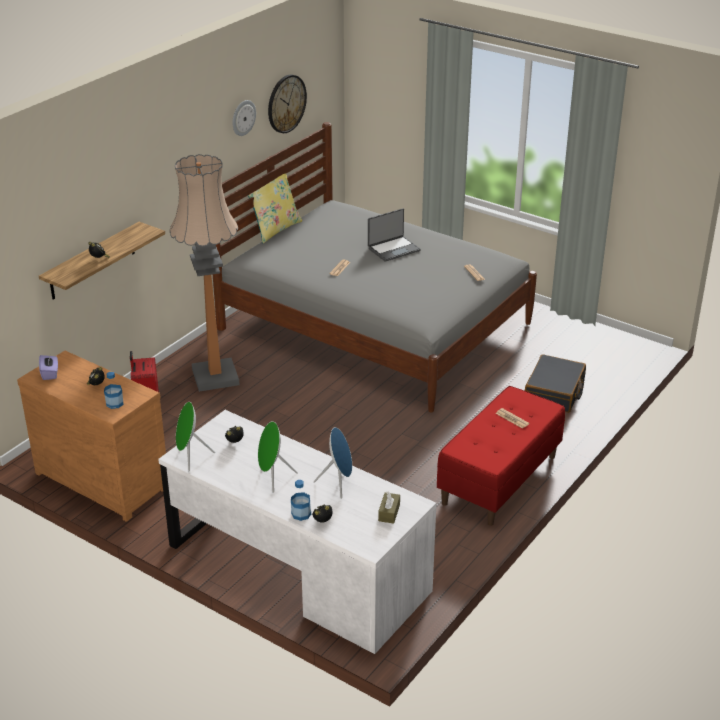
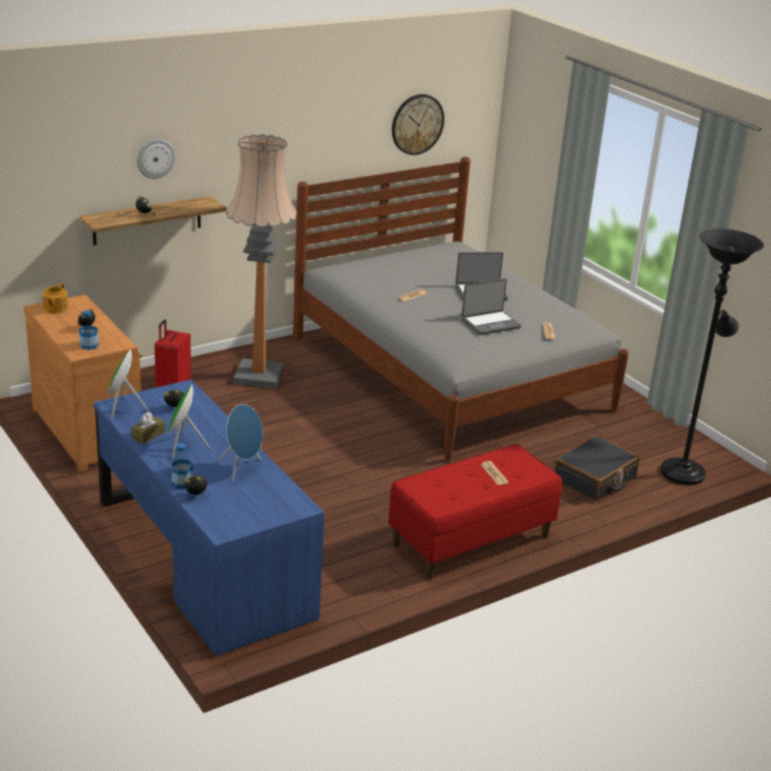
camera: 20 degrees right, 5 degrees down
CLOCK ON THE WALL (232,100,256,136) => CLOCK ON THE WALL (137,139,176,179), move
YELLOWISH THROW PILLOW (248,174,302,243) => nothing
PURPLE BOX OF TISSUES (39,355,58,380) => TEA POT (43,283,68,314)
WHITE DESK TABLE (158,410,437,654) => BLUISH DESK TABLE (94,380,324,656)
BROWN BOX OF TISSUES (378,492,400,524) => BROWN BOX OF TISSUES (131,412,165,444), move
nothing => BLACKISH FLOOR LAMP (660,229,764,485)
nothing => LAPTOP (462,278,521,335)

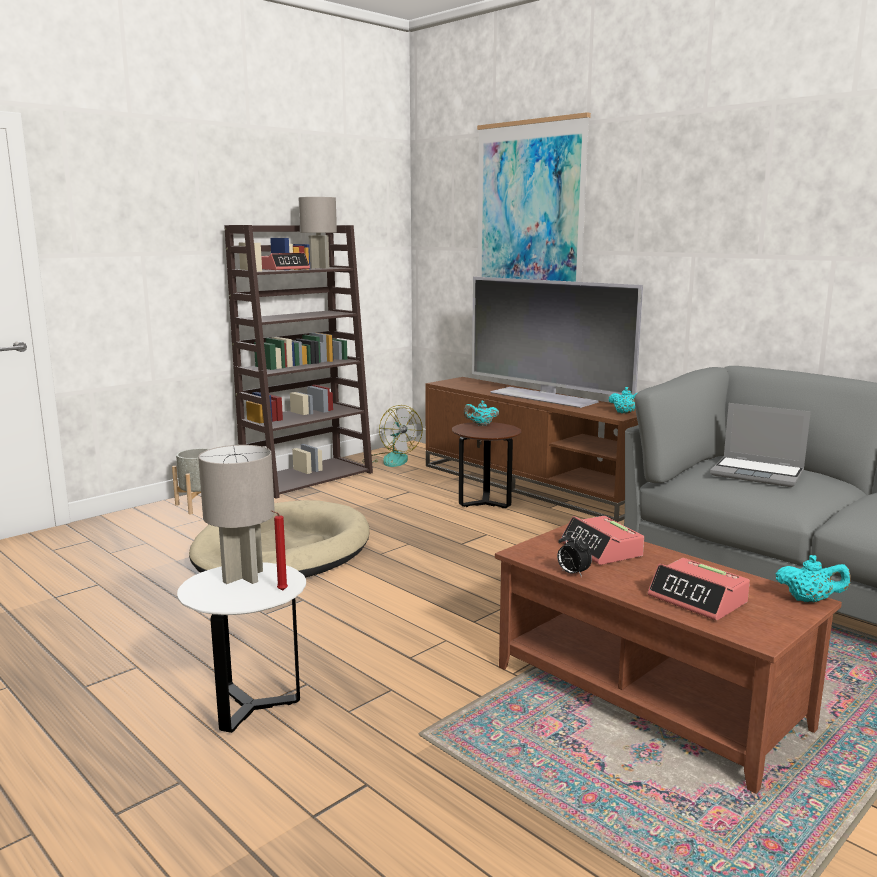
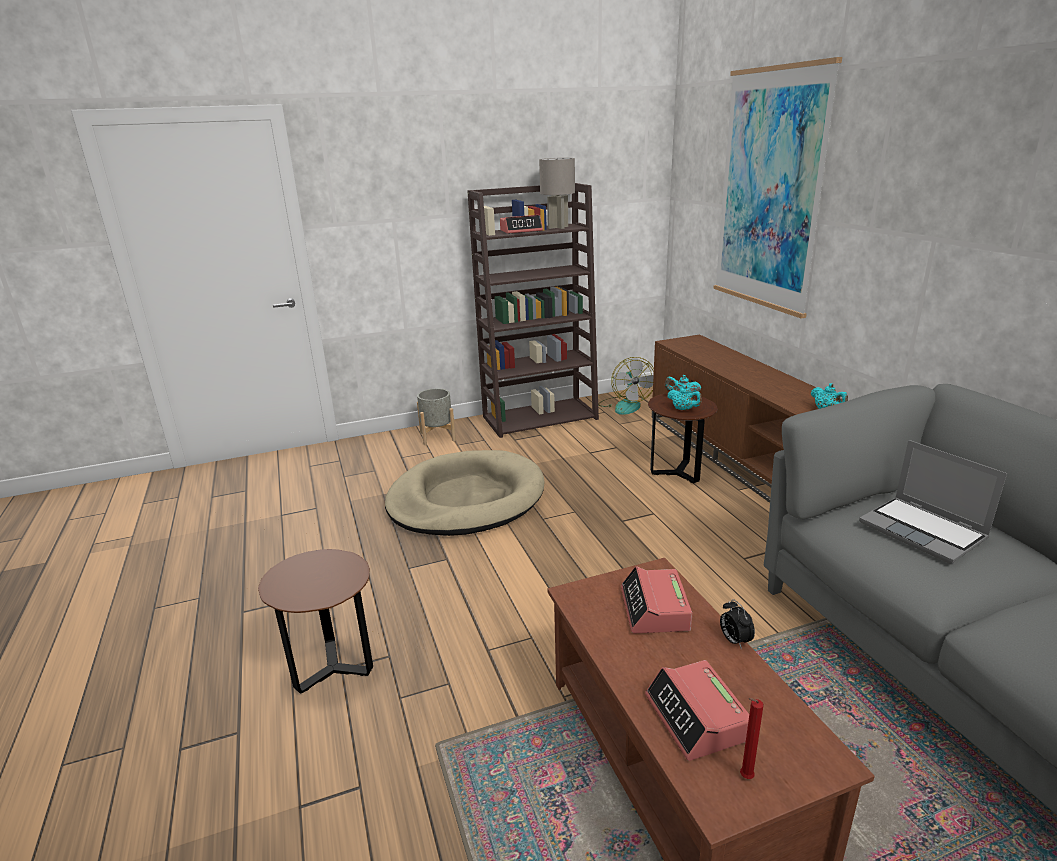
camera: 25 degrees right, 10 degrees up
TELEVISION (472,277,643,408) => nothing
GREYISH TABLE LAMP (198,445,275,584) => nothing
RED CANDLE (271,511,288,591) => RED CANDLE (740,698,764,779), move
ALARM CLOCK (557,531,592,577) => ALARM CLOCK (720,599,755,649), move
TURQUOISE-COLOURED TEA POT (776,555,851,603) => TURQUOISE-COLOURED TEA POT (668,385,702,411), move
WHITE END TABLE (177,562,306,733) => BROWN END TABLE (258,549,373,693)

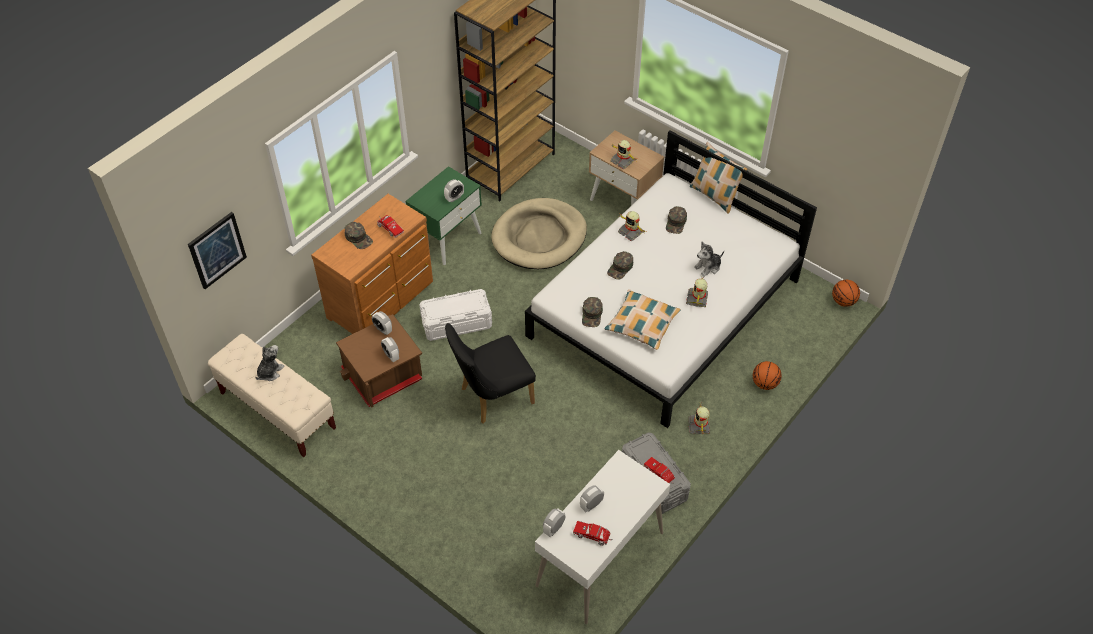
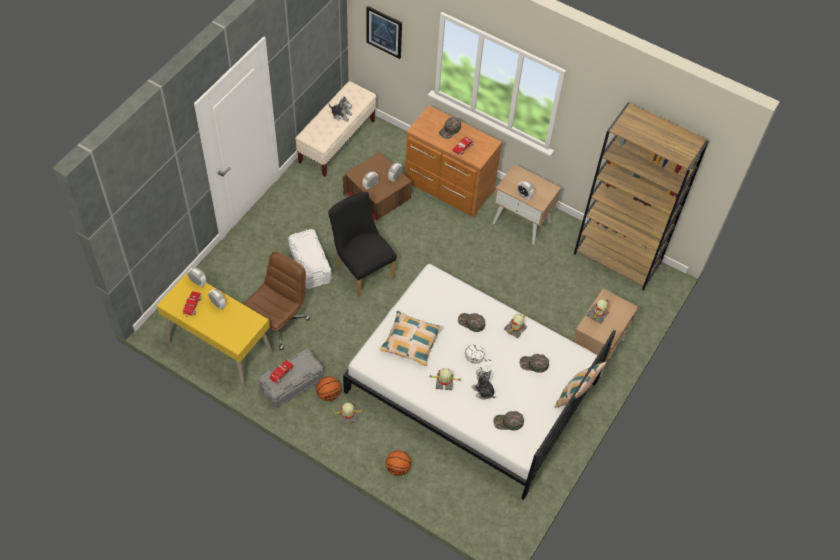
camera: 80 degrees right, 5 degrees up
GREEN NIGHTSTAND (406,166,482,265) => SAND-COLOURED NIGHTSTAND (493,164,561,245)
SAND-COLOURED DOG CUSHION (491,198,587,269) => nothing
BASKETBALL (832,280,860,307) => BASKETBALL (316,376,341,401), move
WHITE STORAGE CONTAINER (419,289,492,341) => WHITE STORAGE CONTAINER (288,229,332,289), move
GREEN CAP (582,297,603,327) => GREEN CAP (493,411,524,430), move
WHITE DESK TABLE (535,450,670,624) => YELLOWISH DESK TABLE (157,273,274,392)
nothing => BROWN DESK CHAIR (243,252,310,350)
nothing => WHITE CAP (465,344,491,370)

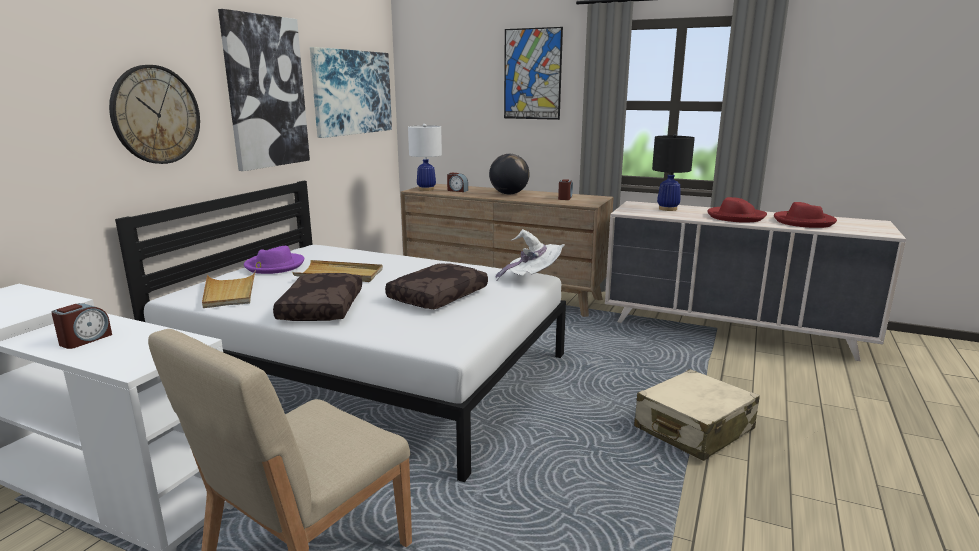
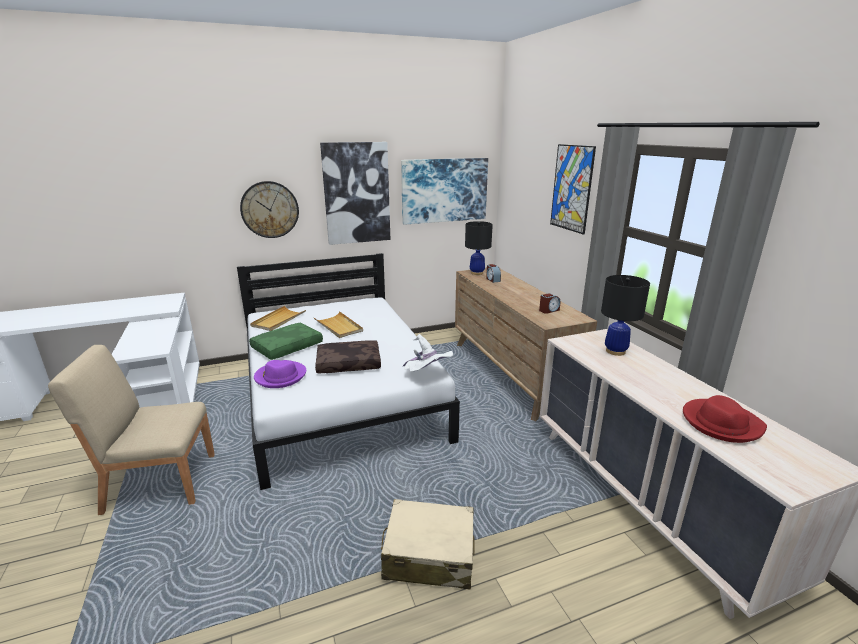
camera: 45 degrees right, 5 degrees up
WHITE TABLE LAMP (408,124,442,191) => BLACKISH TABLE LAMP (465,221,493,275)
WORLD GLOBE (489,154,530,194) => nothing
RED HAT (707,197,767,223) => nothing
PURPLE HAT (244,246,304,274) => PURPLE HAT (254,360,306,388), move
BROWN THROW PILLOW (273,273,362,321) => GREEN THROW PILLOW (249,323,323,360)
ALARM CLOCK (51,303,112,349) => nothing

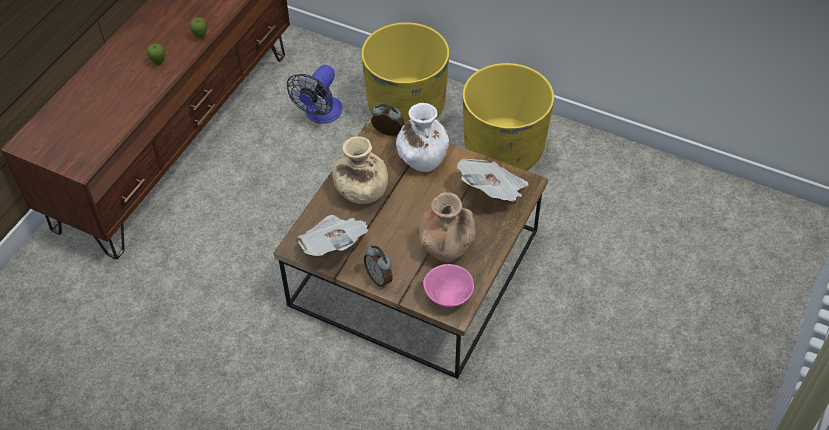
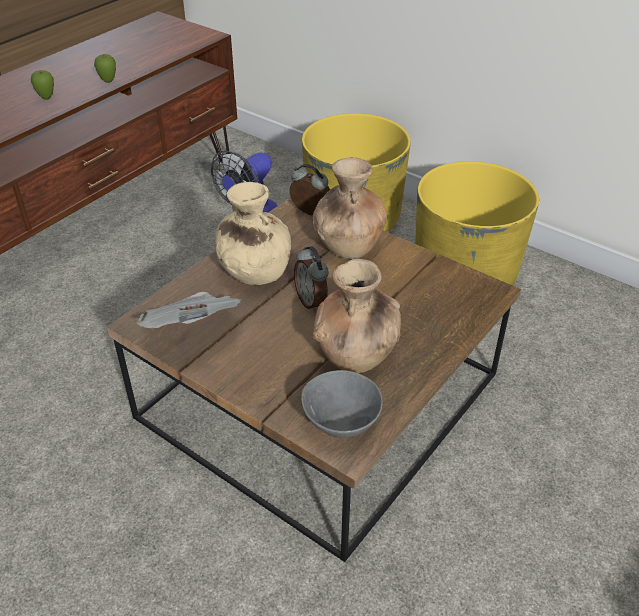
camera: 10 degrees right, 10 degrees down
WHITE VASE (396,103,449,172) => BROWN VASE (313,157,387,259)
DAILY PAPER (457,159,528,202) => nothing
ALARM CLOCK (364,245,393,288) => ALARM CLOCK (294,246,329,312), move
PINK-COLOURED BOWL (423,264,474,307) => GREYISH BOWL (301,370,383,438)

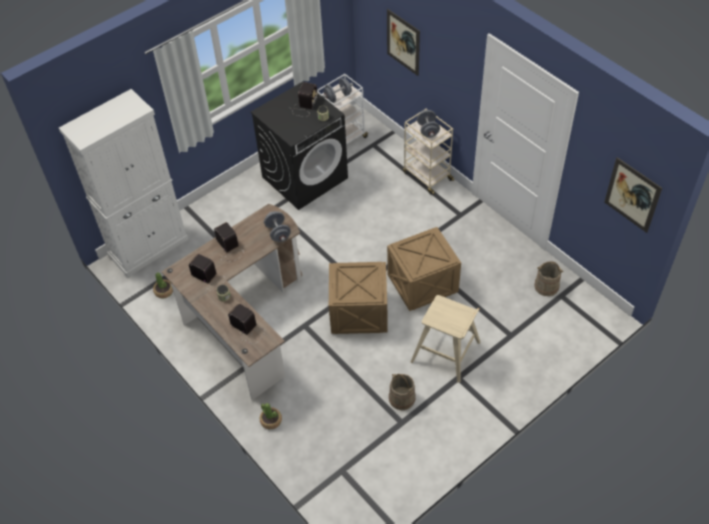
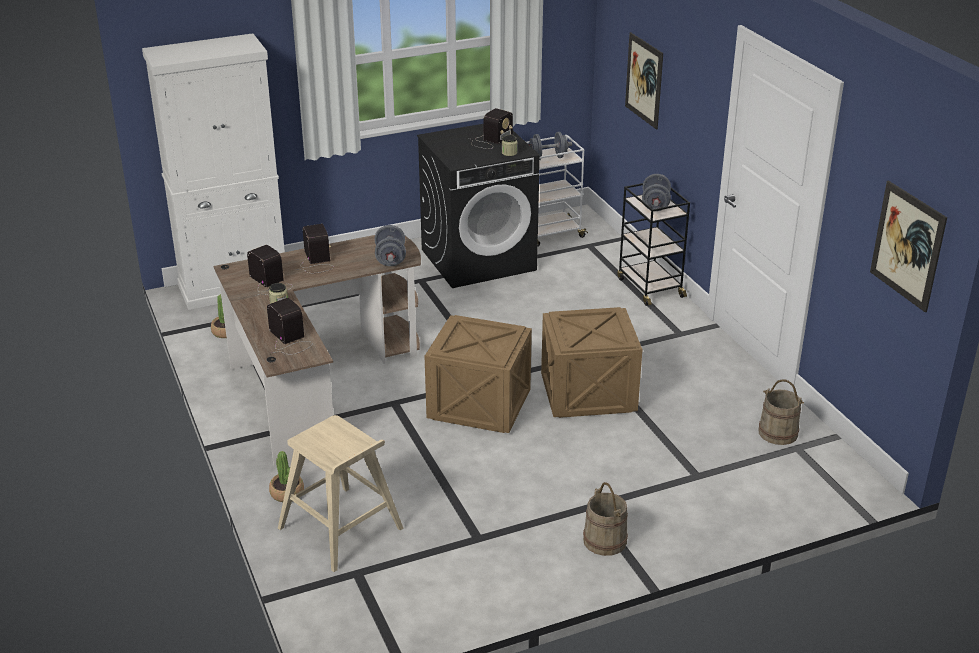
camera: 15 degrees right, 20 degrees down
SAND-COLOURED CART (403,109,454,195) => BLACKISH CART (617,183,690,306)
SAND-COLOURED SITTING STOOL (411,295,481,383) => SAND-COLOURED SITTING STOOL (278,415,404,572), move
SAND-COLOURED PAIL (389,374,416,410) => SAND-COLOURED PAIL (583,482,628,556), move

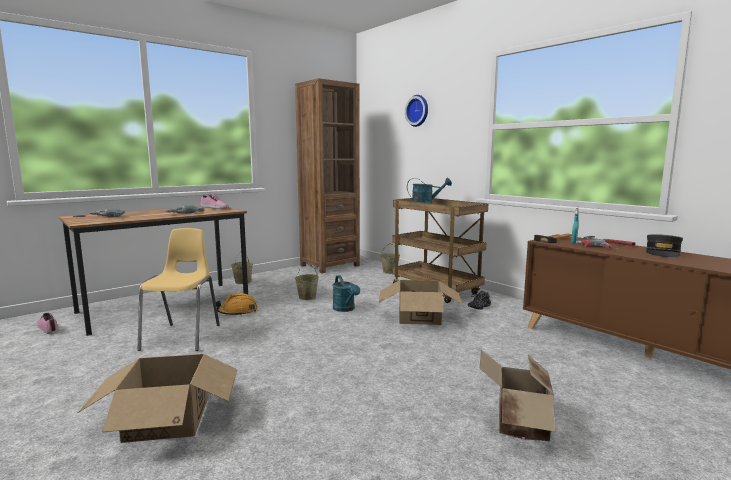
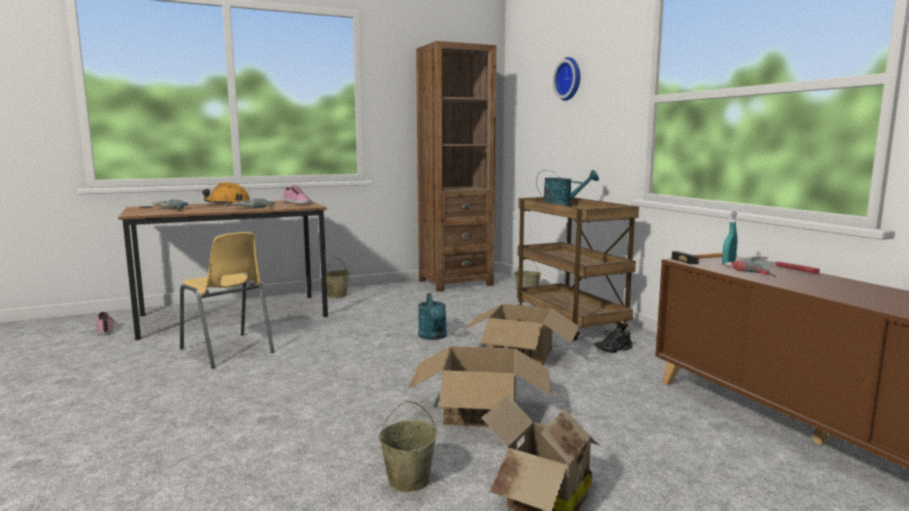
camera: 15 degrees right, 0 degrees up
YELLOWISH UPRIGHT CHAIR (138,228,220,351) => YELLOWISH UPRIGHT CHAIR (180,232,274,368), 120 degrees clockwise
GREYISH CAP (646,234,683,257) => nothing
SAND-COLOURED PAIL (295,263,319,300) => SAND-COLOURED PAIL (379,400,437,492), move
ORANGE WORK HELMET (216,293,258,315) => ORANGE WORK HELMET (202,182,250,205), move
PACKING BOX (78,354,237,443) => PACKING BOX (408,346,552,427), move

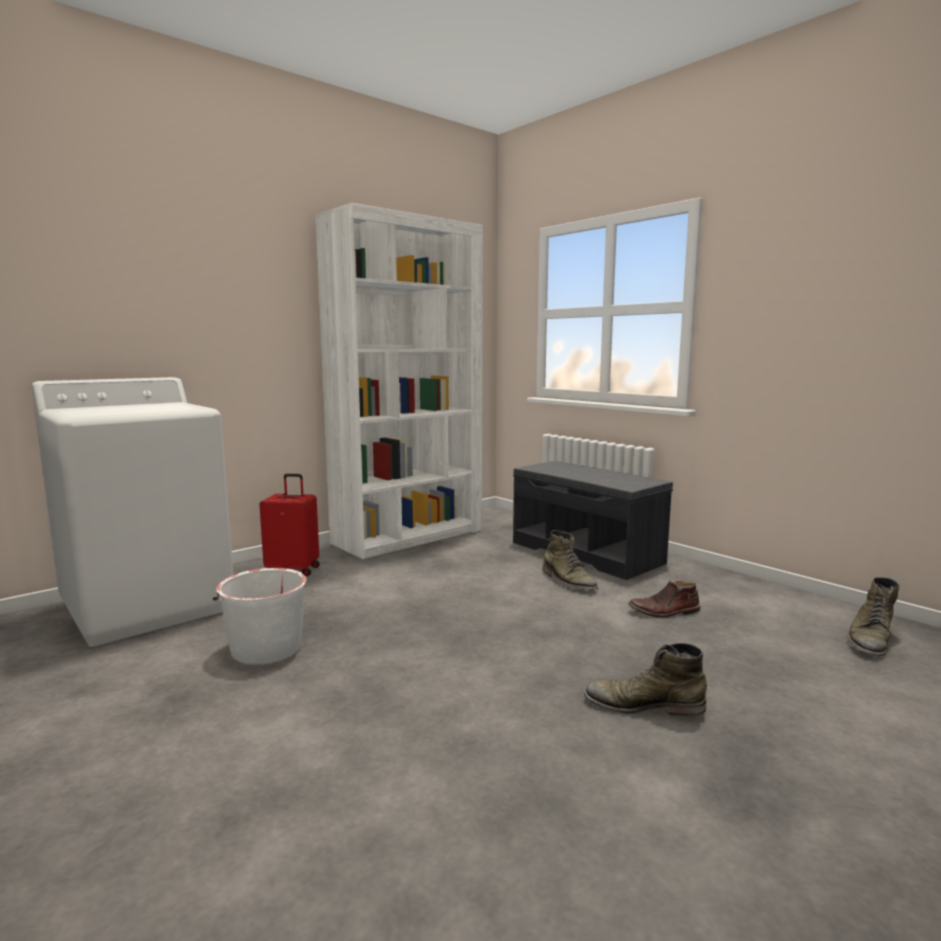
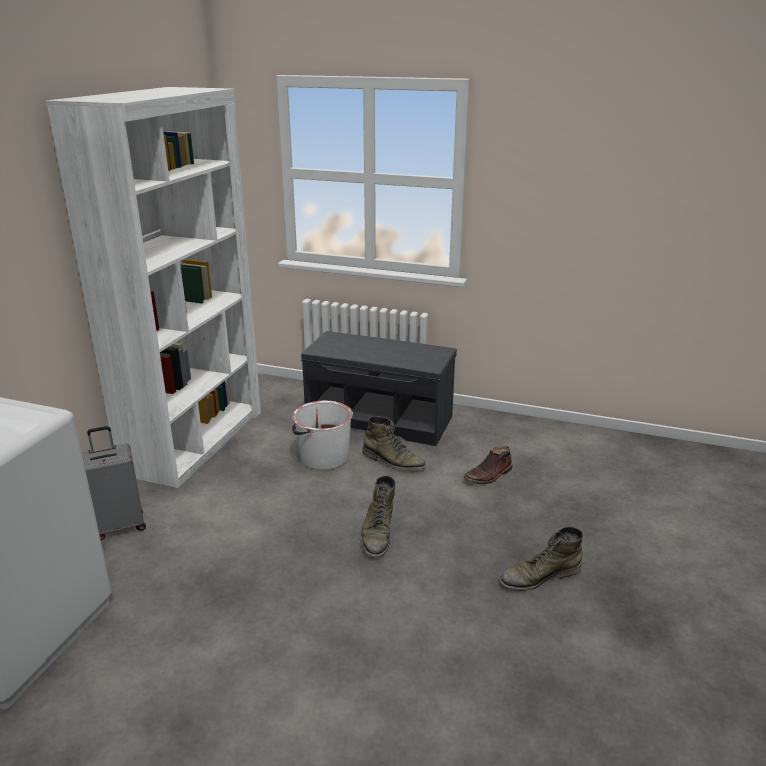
camera: 30 degrees left, 15 degrees up
RED SUITCASE (259,474,320,576) => GREYISH SUITCASE (82,426,146,540)
WHITE PAIL (213,568,306,665) => WHITE PAIL (292,401,353,470), move
GREEN TALL BOOT (847,577,900,657) => GREEN TALL BOOT (360,475,396,558), move

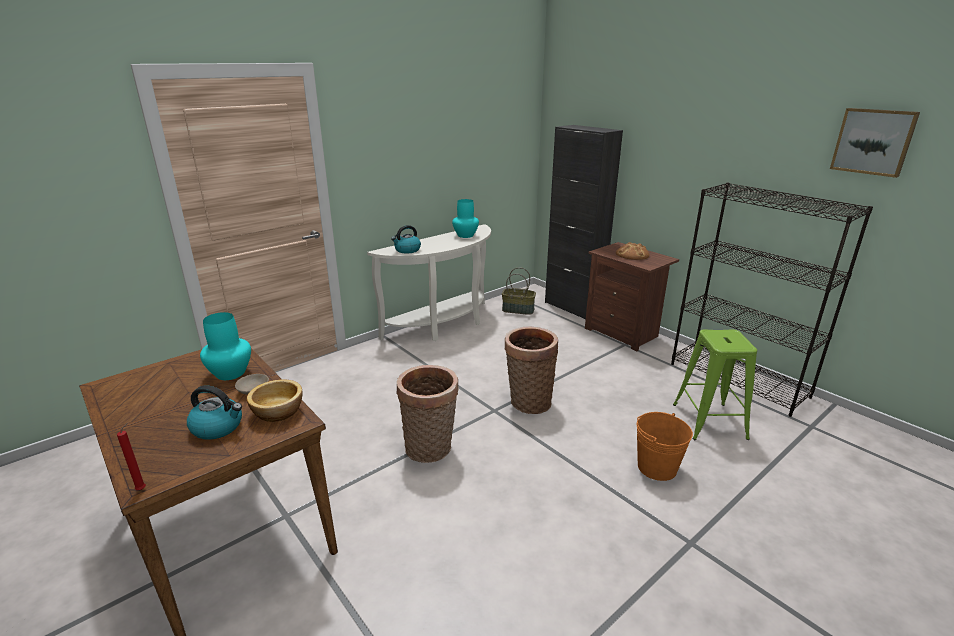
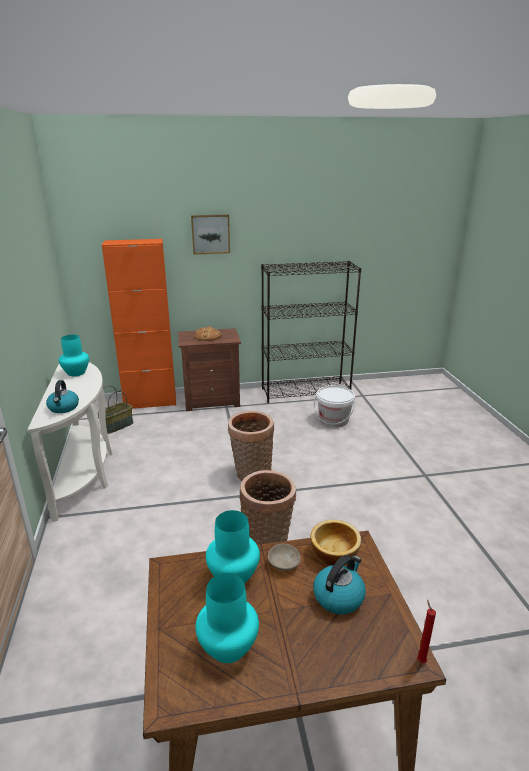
camera: 60 degrees left, 0 degrees up
WALL ART (830,108,920,178) => WALL ART (191,214,230,255), move
BLACKISH CABINET (545,125,623,319) => ORANGE CABINET (102,239,176,409)
GREEN SITTING STOOL (673,329,757,440) => WHITE PAIL (313,385,355,427)
ORANGE PAIL (636,412,693,481) => nothing
nothing => TURQUOISE-COLOURED VASE (196,573,259,663)

